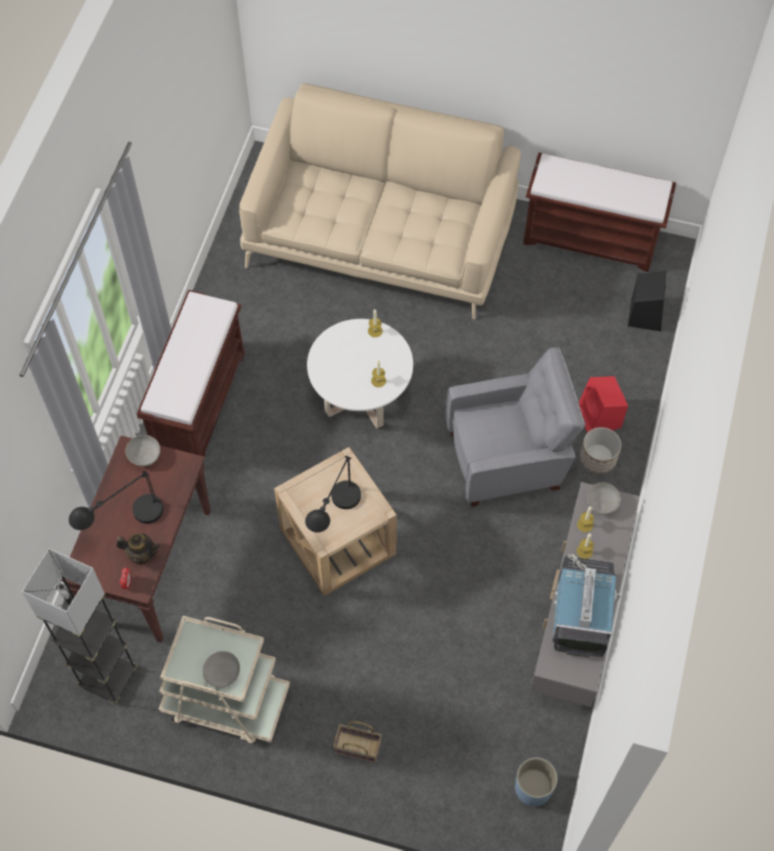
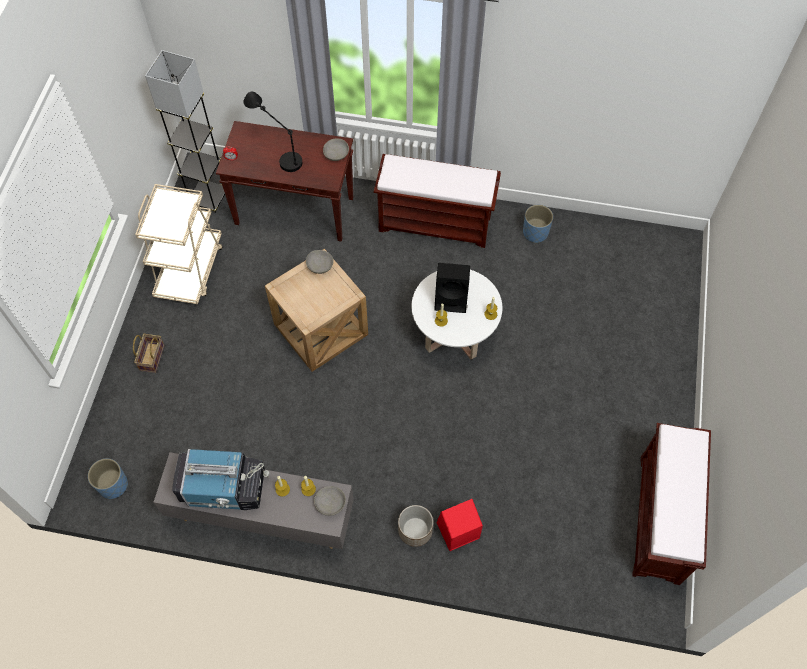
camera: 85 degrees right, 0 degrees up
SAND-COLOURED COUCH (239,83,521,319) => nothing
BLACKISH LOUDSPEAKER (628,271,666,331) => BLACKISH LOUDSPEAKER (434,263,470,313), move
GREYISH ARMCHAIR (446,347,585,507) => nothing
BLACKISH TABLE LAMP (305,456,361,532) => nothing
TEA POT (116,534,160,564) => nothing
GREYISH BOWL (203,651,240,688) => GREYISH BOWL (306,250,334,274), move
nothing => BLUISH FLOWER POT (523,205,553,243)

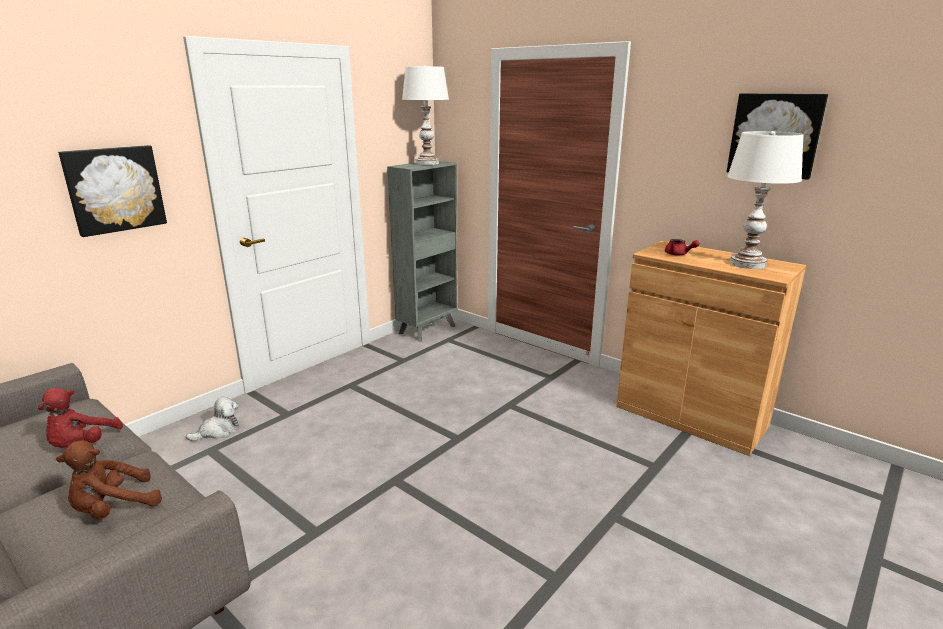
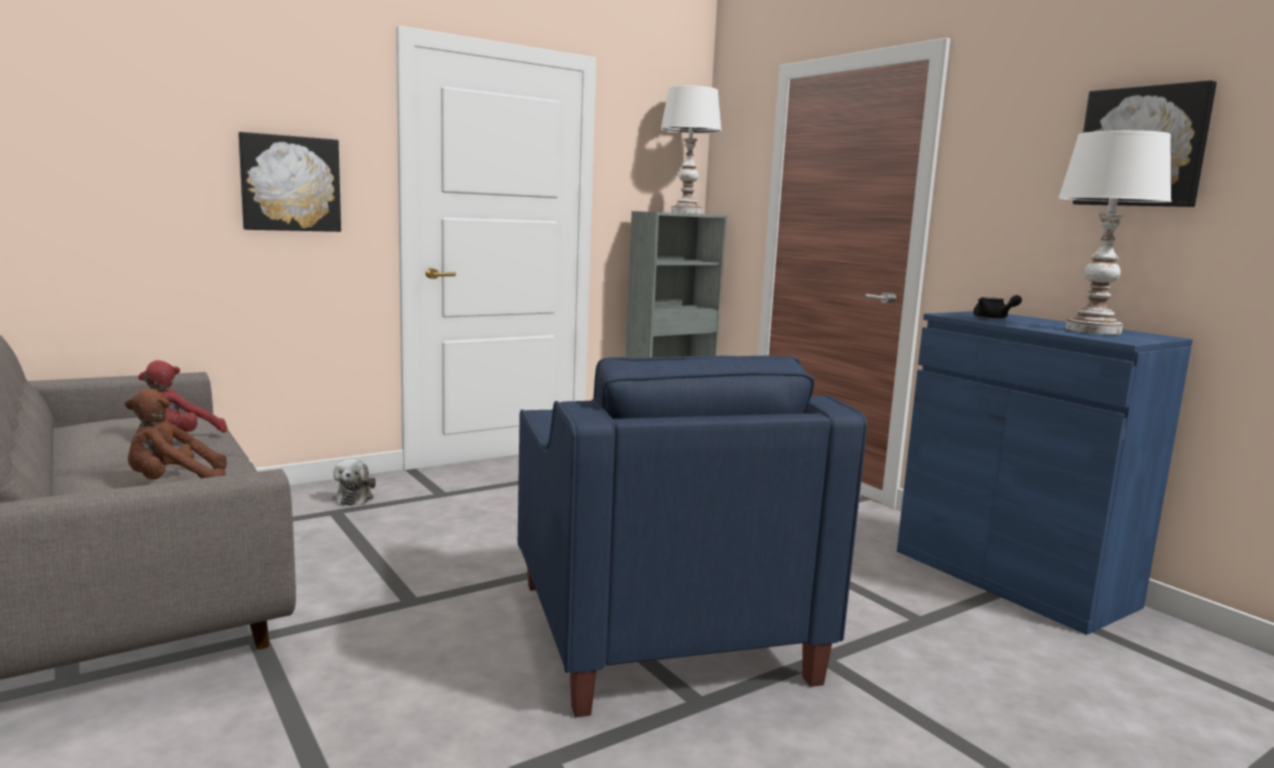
camera: 15 degrees right, 10 degrees down
RED TEA POT (665,239,700,256) => BLACKISH TEA POT (973,295,1022,319)
BROWN CABINET (616,241,806,456) => BLUISH CABINET (897,311,1193,635)
SOFT TOY (186,397,239,441) => SOFT TOY (331,459,376,506), 105 degrees clockwise
nothing => BLUISH ARMCHAIR (518,356,867,717)

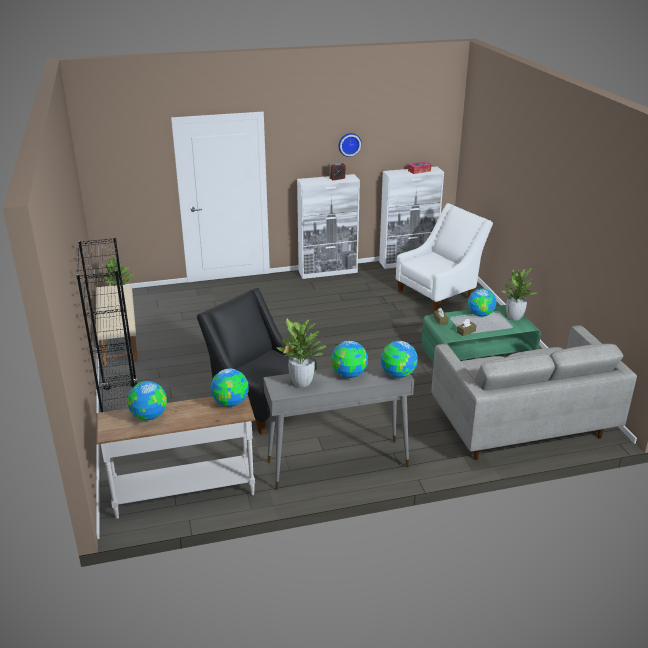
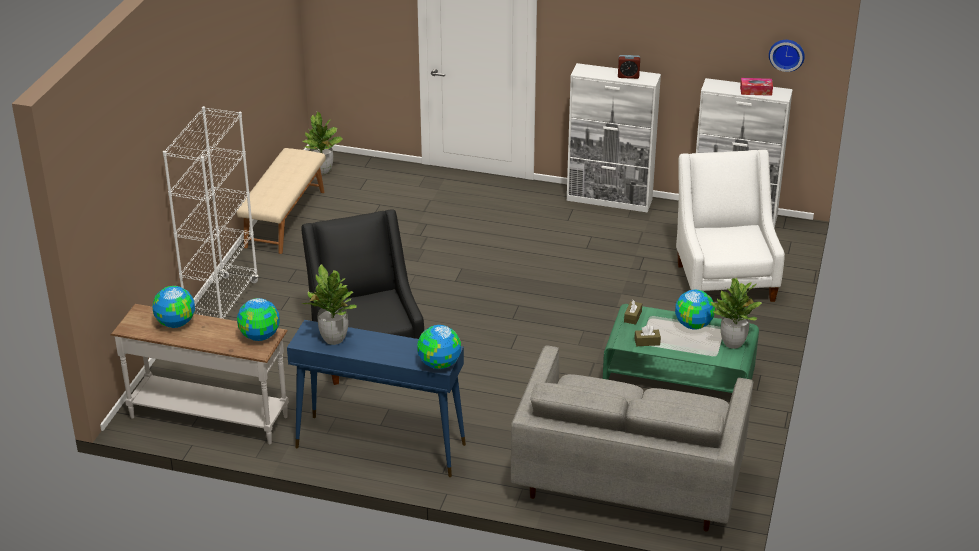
camera: 30 degrees right, 5 degrees up
CLOCK ON THE WALL (338,133,362,157) => CLOCK ON THE WALL (769,40,805,72), move
WHITE ARMCHAIR (396,203,493,311) => WHITE ARMCHAIR (676,150,785,302), 90 degrees counterclockwise
BLACKISH BOOKSHELF (76,237,138,412) => WHITE BOOKSHELF (163,106,259,319)
WORLD GLOBE (331,341,368,378) => nothing
GREYISH HALL TABLE (263,361,414,490) => BLUISH HALL TABLE (287,320,466,477)

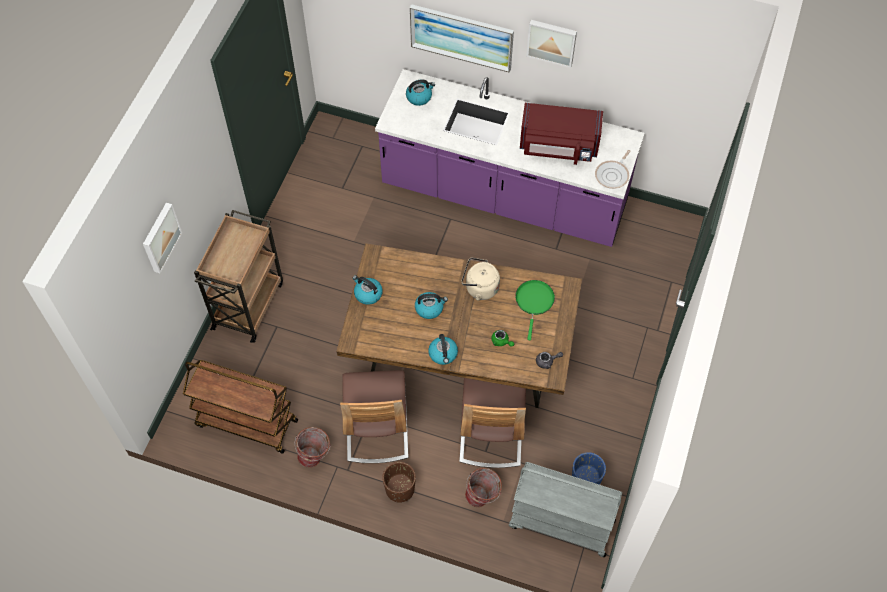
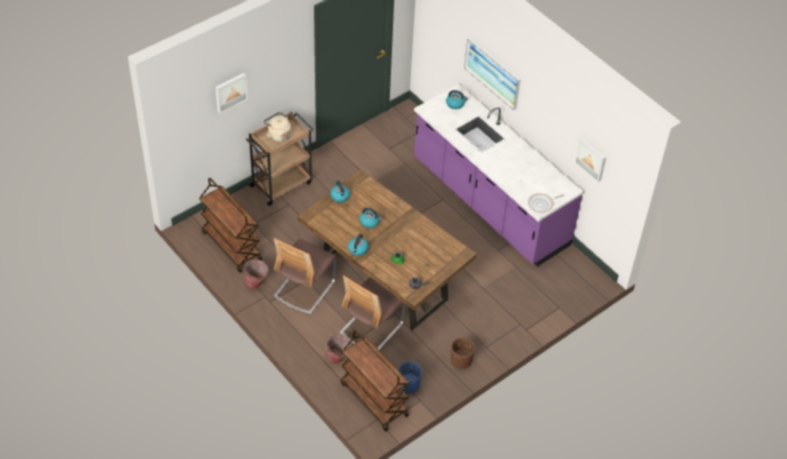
camera: 30 degrees right, 10 degrees down
WALL ART (526,20,577,68) => WALL ART (574,137,606,182), move
RED MICROWAVE (520,103,603,165) => nothing
SAND-COLOURED KETTLE (461,257,500,301) => SAND-COLOURED KETTLE (264,112,291,142), move
GREEN SKILLET (515,280,555,340) => nothing
BROWN FLOWER POT (382,462,416,503) => BROWN FLOWER POT (451,337,475,370), move
GREYISH CART (509,462,622,557) => BROWN CART (341,330,410,431)

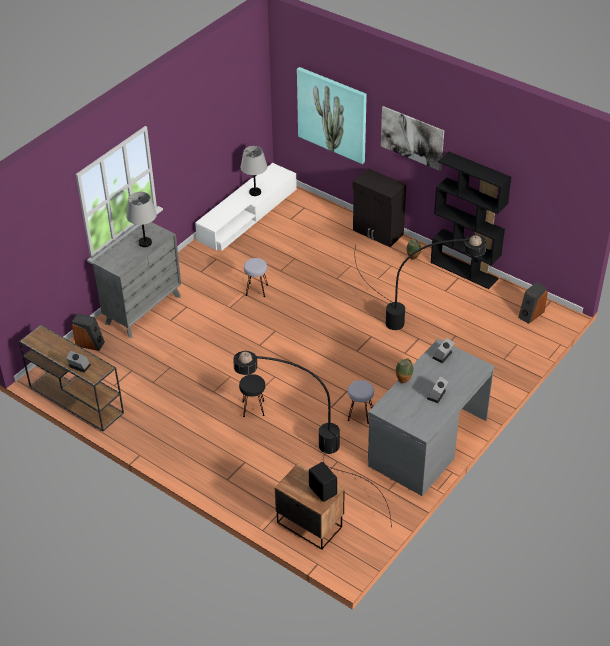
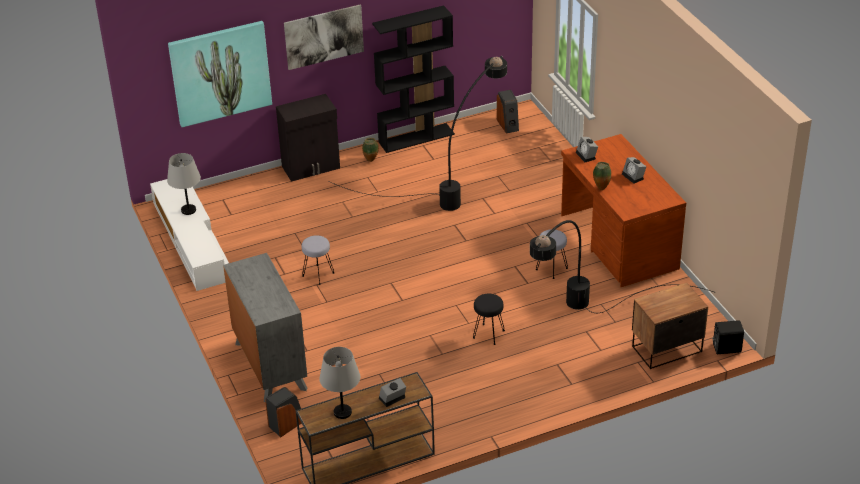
camera: 60 degrees left, 5 degrees down
GREYISH TABLE LAMP (126,192,157,247) => GREYISH TABLE LAMP (319,347,360,419), move
GREYISH DESK TABLE (368,339,494,496) => BROWN DESK TABLE (561,134,686,287)
BLACKISH LOUDSPEAKER (309,462,337,502) => BLACKISH LOUDSPEAKER (712,320,744,354), move

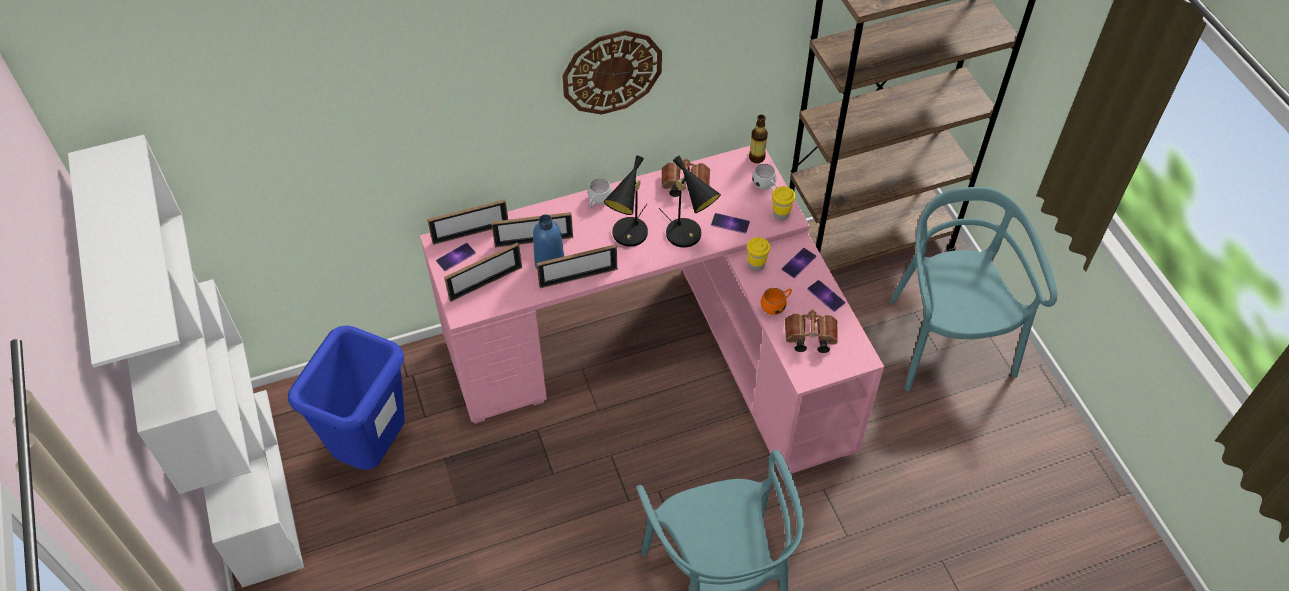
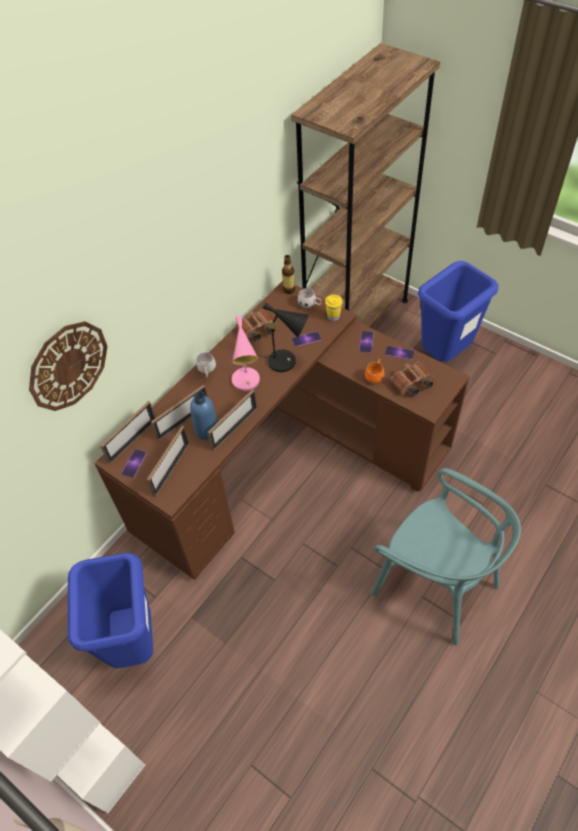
camera: 30 degrees left, 0 degrees up
CLOCK ON THE WALL (562,30,662,115) => CLOCK ON THE WALL (29,321,107,411), move
PINK-COLOURED DESK TABLE (420,146,884,477) => BROWN DESK TABLE (94,281,470,580)
BLACKISH TABLE LAMP (604,155,648,247) => PINK-COLOURED TABLE LAMP (232,316,260,391)
TURQUOISE-COLOURED UPRIGHT CHAIR (889,187,1057,391) => BLUISH RUBBISH BIN (418,261,498,362)
YELLOWISH DRINKING CUP (747,237,770,271) => nothing

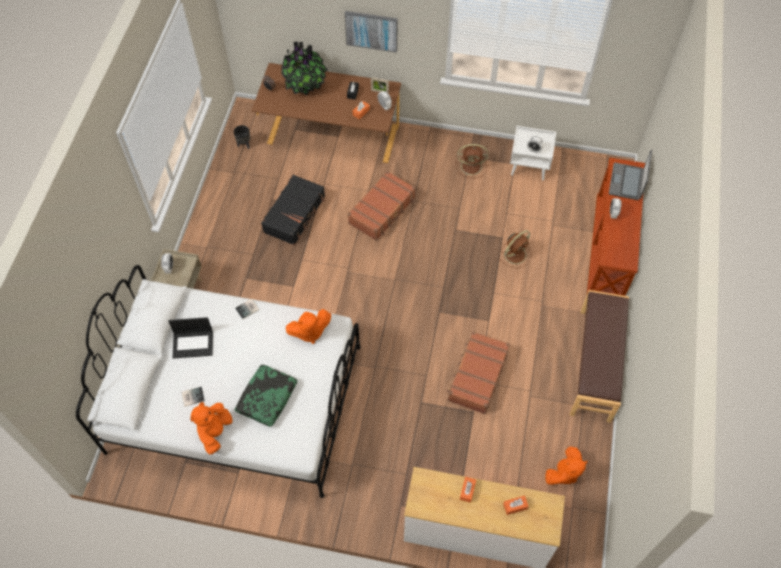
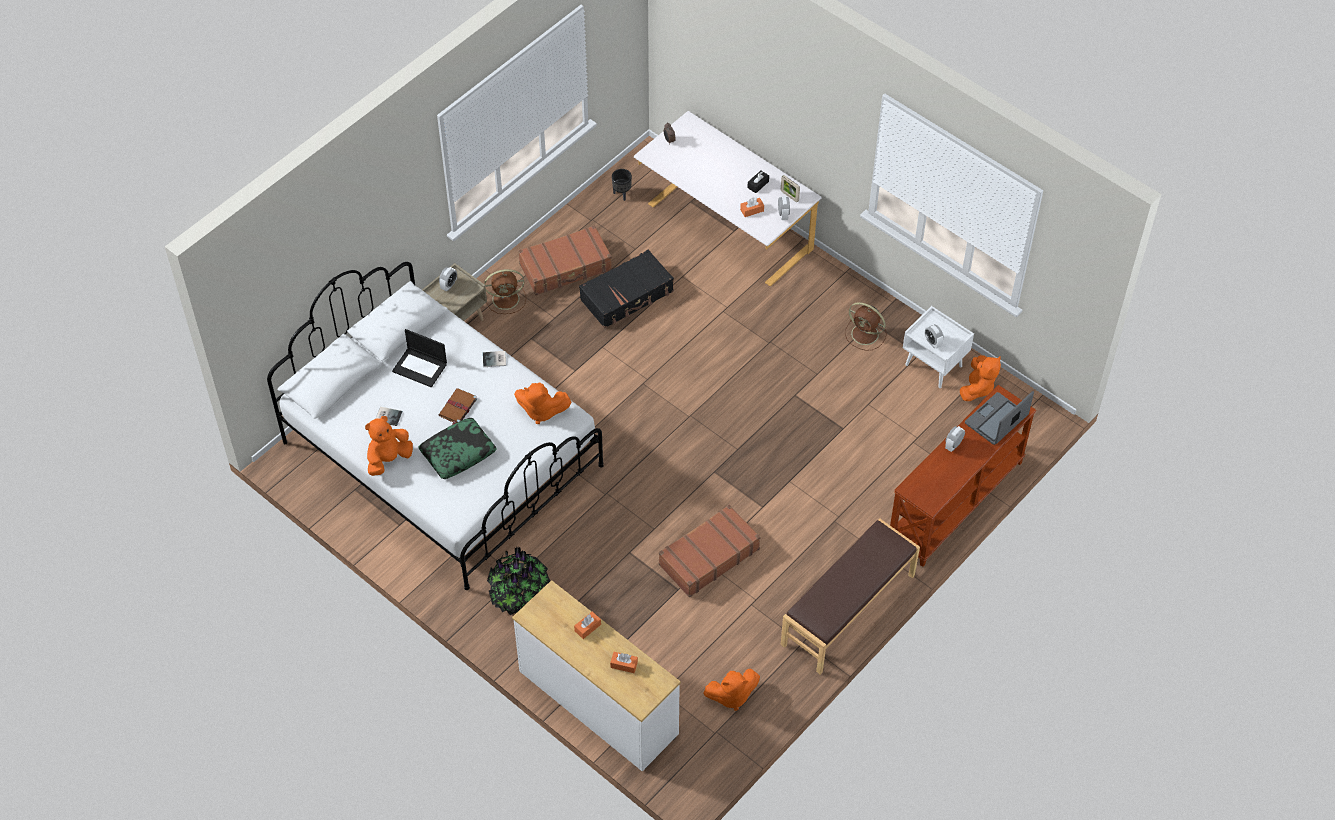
camera: 30 degrees right, 5 degrees down
WALL ART (345,11,398,52) => nothing
POTTED PLANT (281,41,327,96) => POTTED PLANT (487,547,550,615), move
BROWN DESK TABLE (251,63,401,163) => WHITE DESK TABLE (634,111,821,287)
BROWN SUITCASE (348,171,416,241) => BROWN SUITCASE (518,225,612,295), move
BROWN FAN (499,230,532,268) => BROWN FAN (484,269,526,314), move
nothing => ORANGE SOFT TOY (960,355,1001,401)
nothing => BROWN BOOK (439,388,477,425)

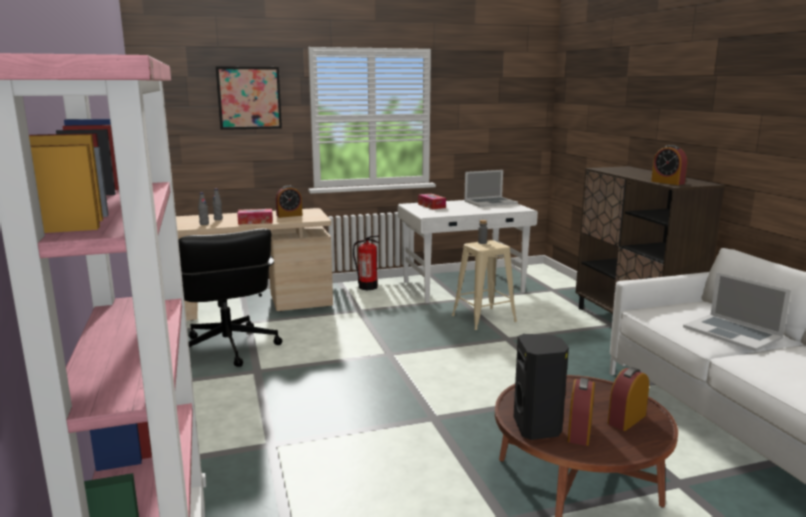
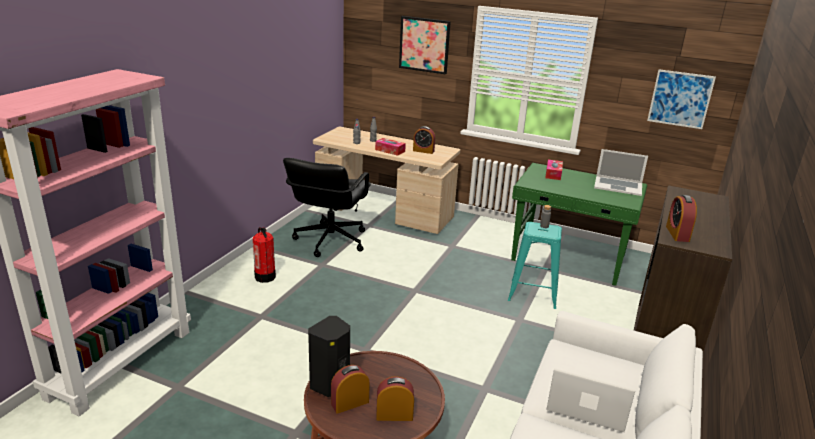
camera: 40 degrees right, 10 degrees up
WHITE DESK TABLE (398,200,538,303) => GREEN DESK TABLE (511,163,647,286)
FIRE EXTINGUISHER (353,235,379,290) => FIRE EXTINGUISHER (252,227,276,283), move
SAND-COLOURED SITTING STOOL (452,240,517,330) => TURQUOISE-COLOURED SITTING STOOL (508,222,562,309)
LAPTOP (683,272,791,351) => LAPTOP (546,368,635,432), 105 degrees clockwise
nothing => WALL ART (647,69,716,129)

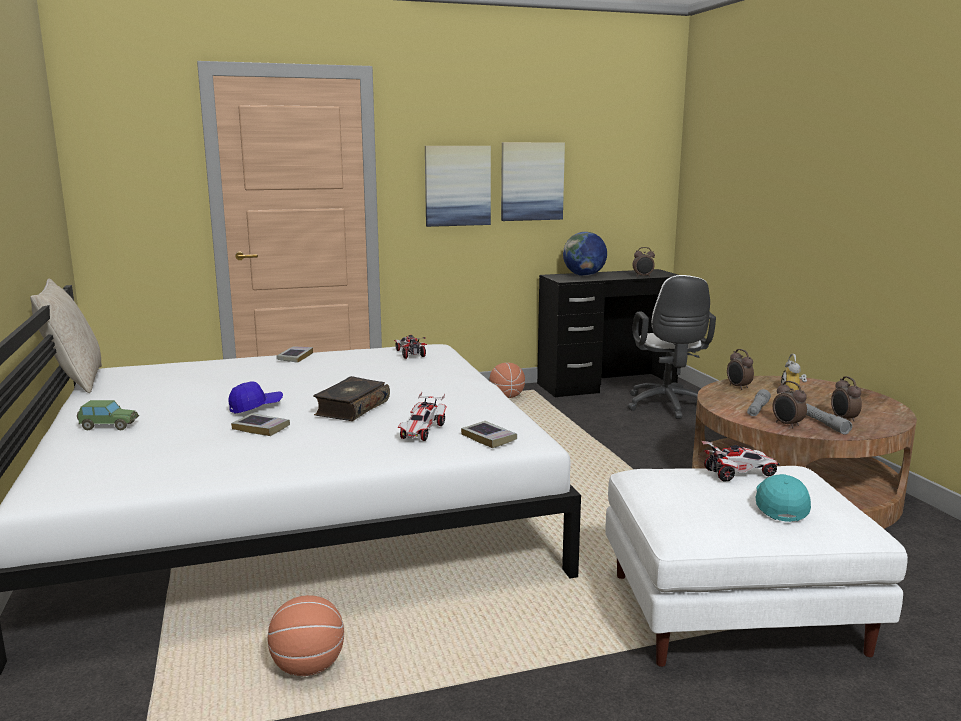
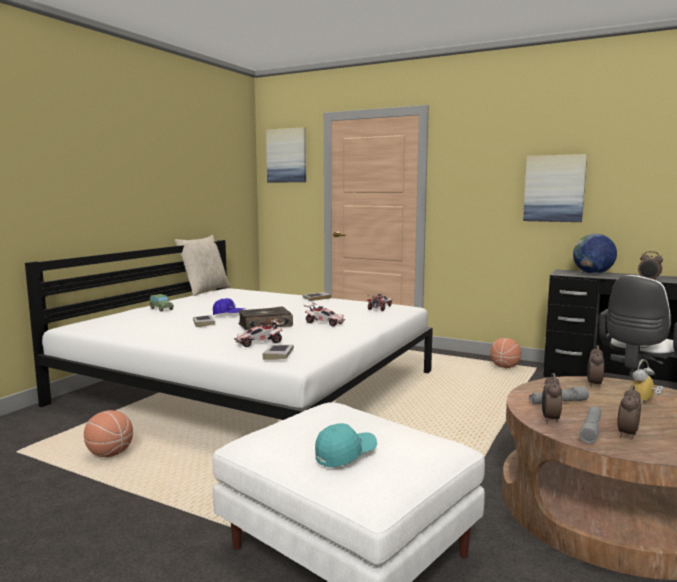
camera: 45 degrees right, 5 degrees down
WALL ART (425,146,491,227) => WALL ART (266,127,306,183), move
MODEL CAR (702,441,780,482) => MODEL CAR (304,302,345,327), move

